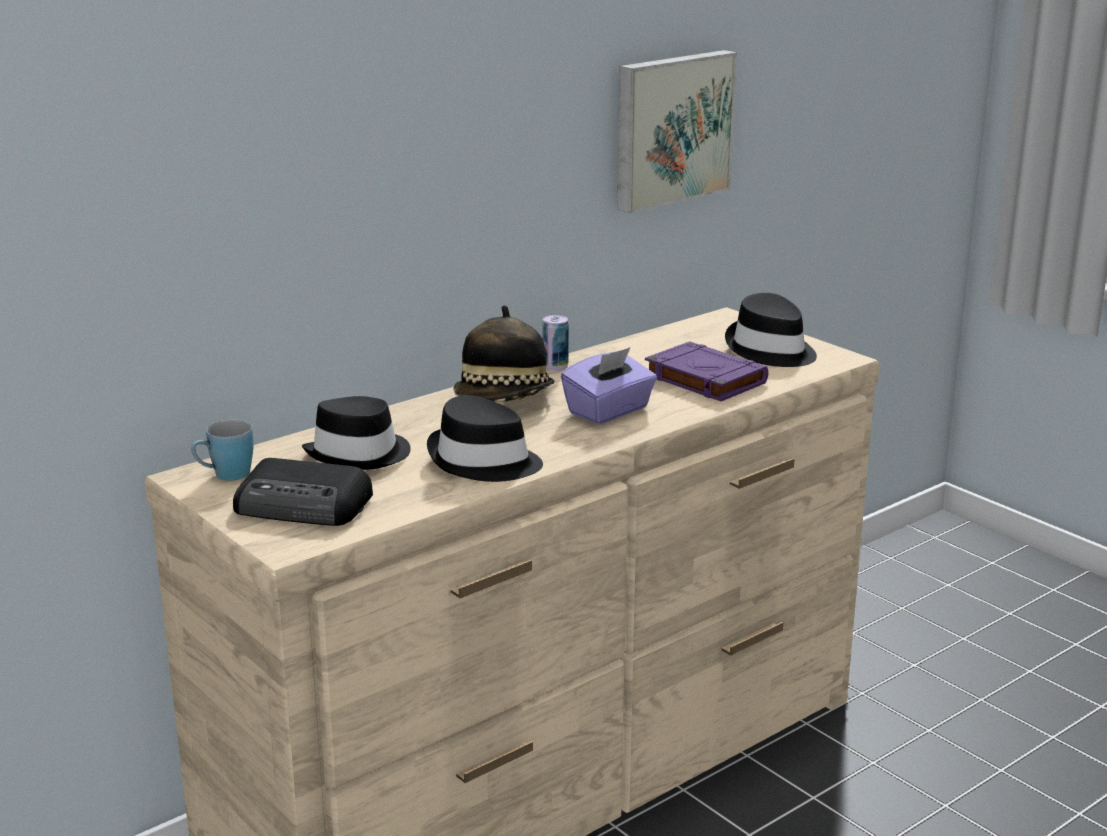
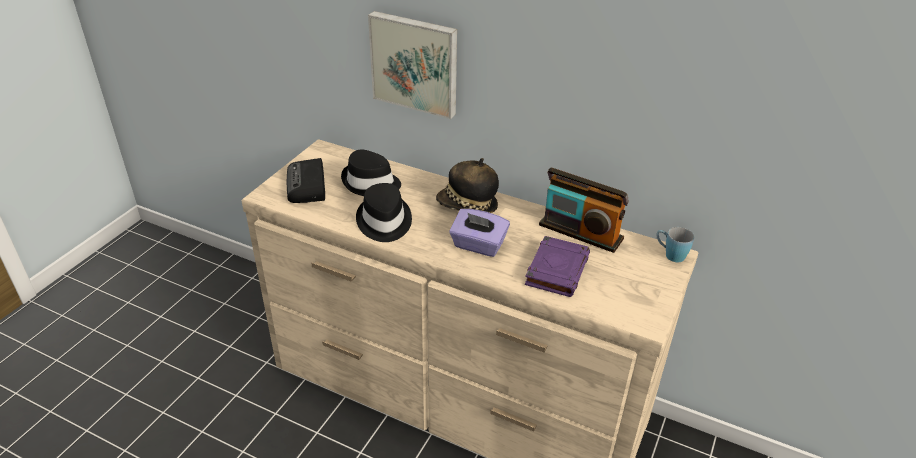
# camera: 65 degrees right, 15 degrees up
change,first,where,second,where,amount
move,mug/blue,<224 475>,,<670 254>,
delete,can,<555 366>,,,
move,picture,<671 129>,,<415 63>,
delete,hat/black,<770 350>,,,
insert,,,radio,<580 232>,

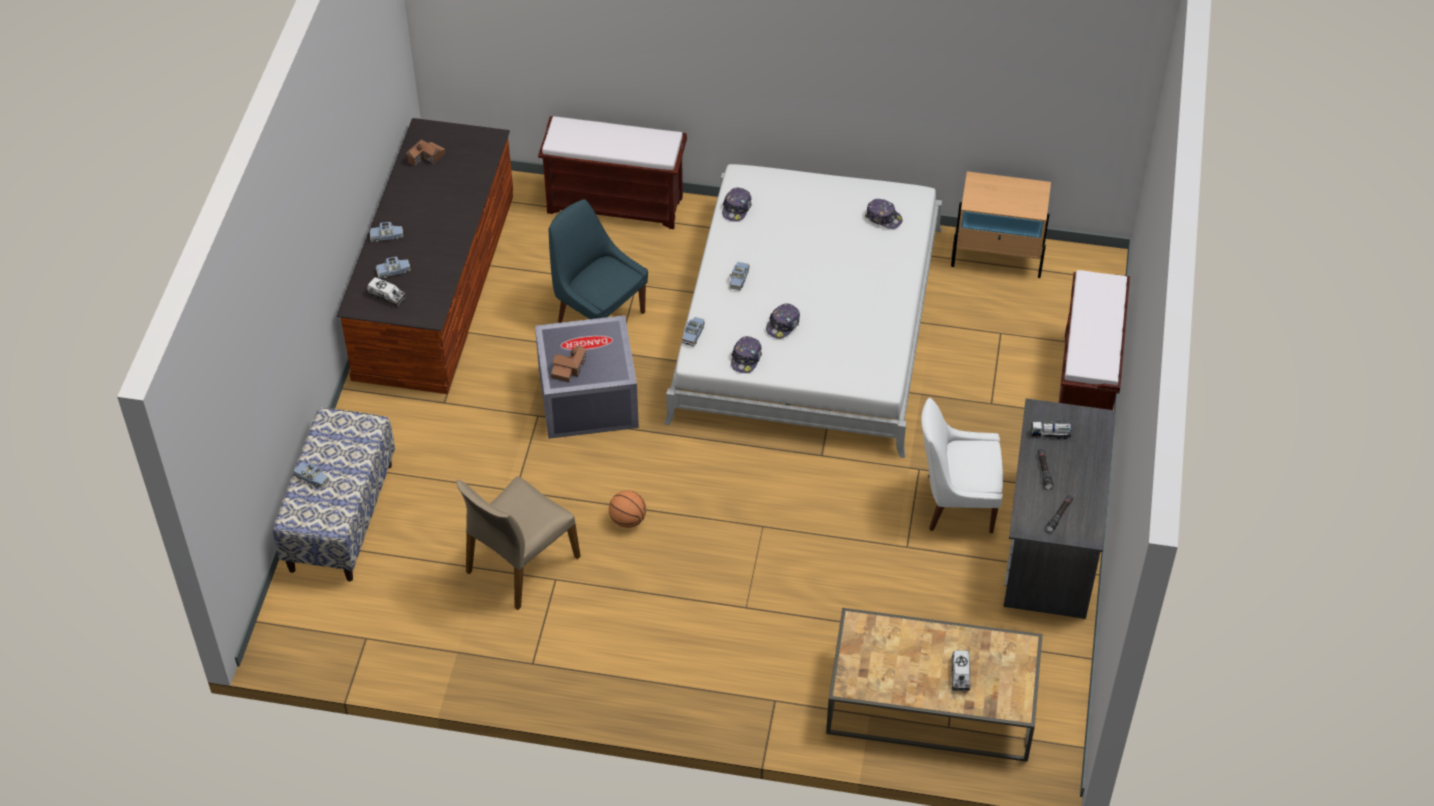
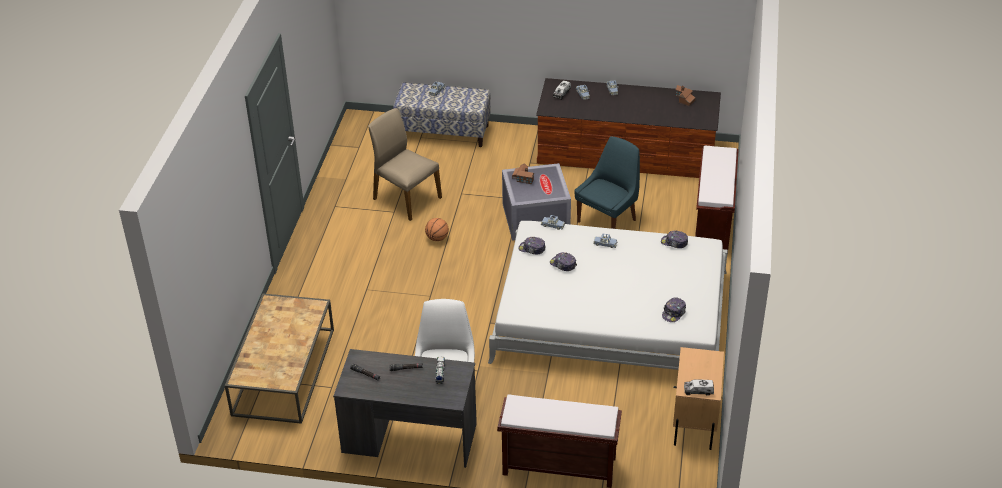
# camera: 90 degrees right, 10 degrees down
change,first,where,second,where,amount
move,toy truck,<960 675>,,<698 391>,

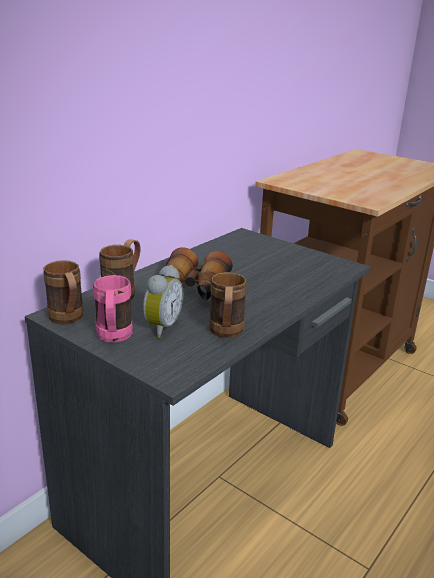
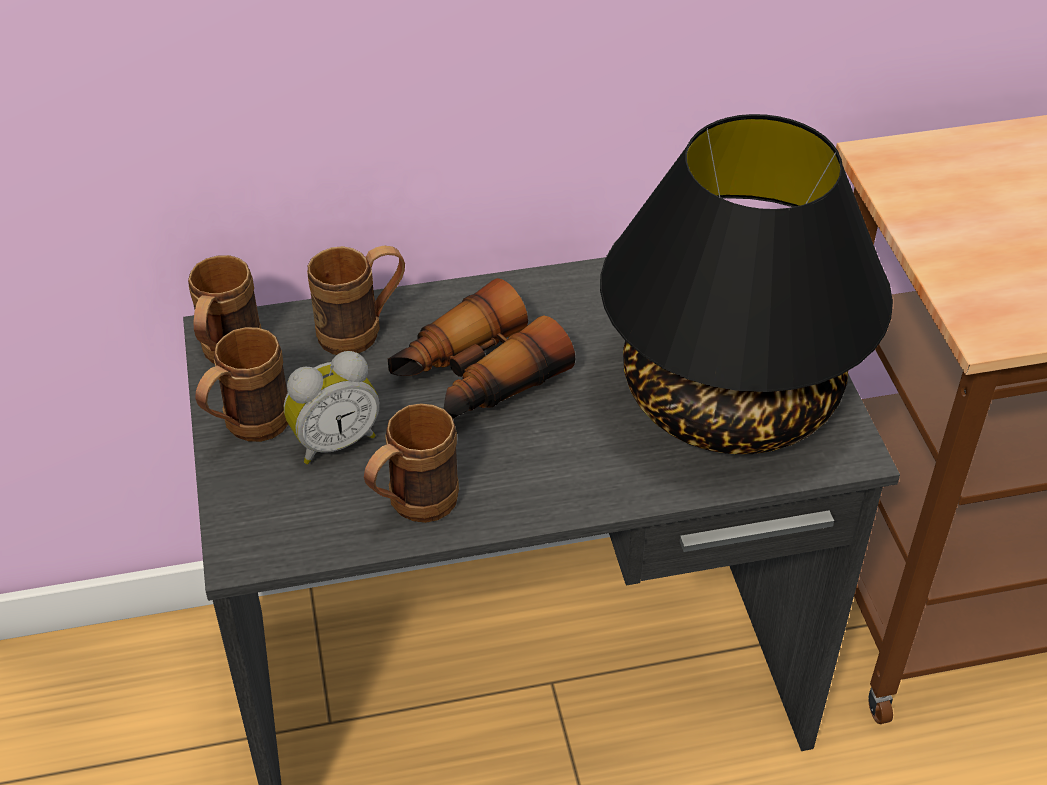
# camera: 40 degrees right, 20 degrees up
change,first,where,second,where,amount
recolor,mug/pink,<113 338>,mug/brown,<247 429>,
insert,,,table lamp/black,<730 399>,

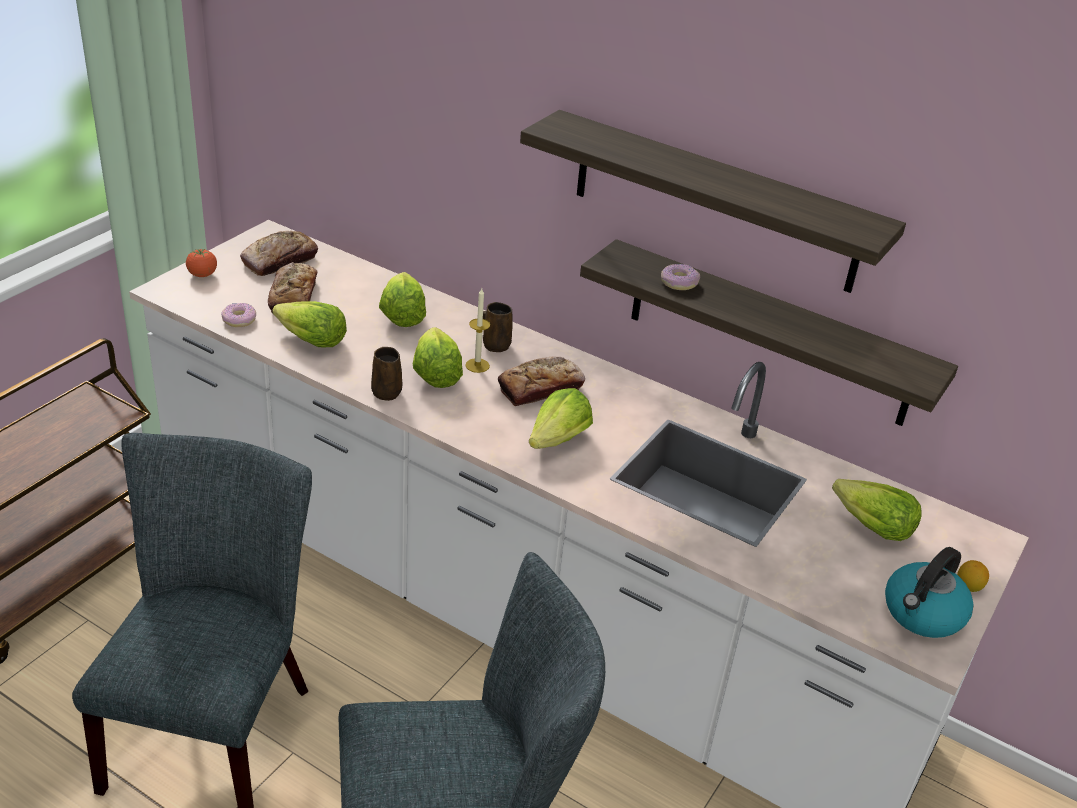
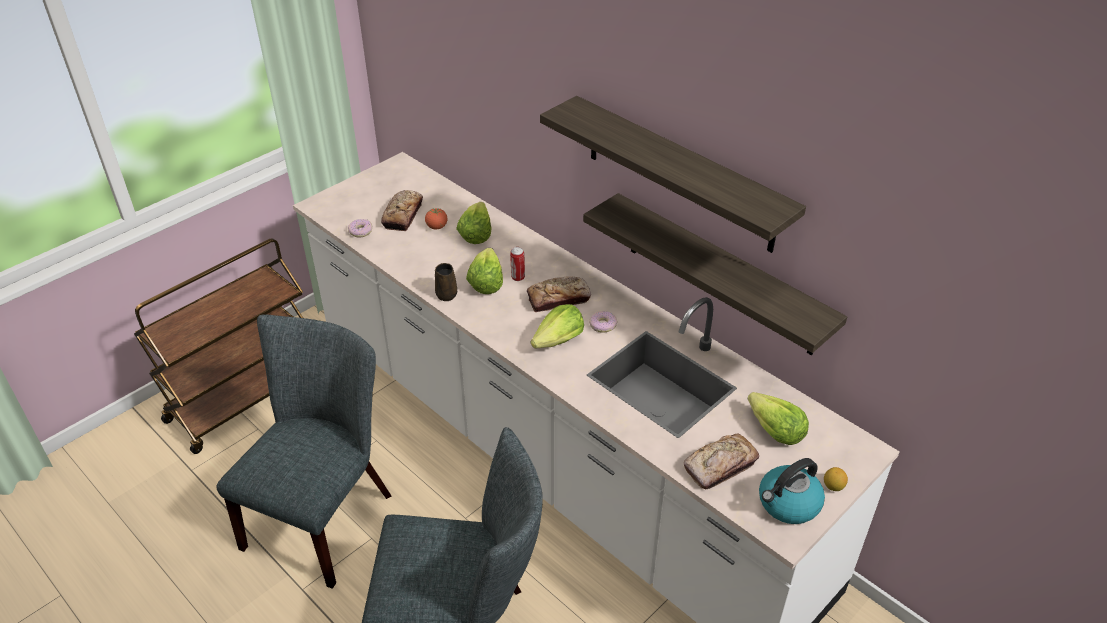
# camera: 15 degrees right, 5 degrees up
change,first,where,second,where,amount
move,tomato,<202 275>,,<437 227>,
move,bread,<280 261>,,<720 466>,
delete,lettuce,<311 340>,,,
replace,candle,<477 365>,can,<518 277>,
delete,mug/brown,<495 345>,,,
move,donut,<678 282>,,<602 325>,

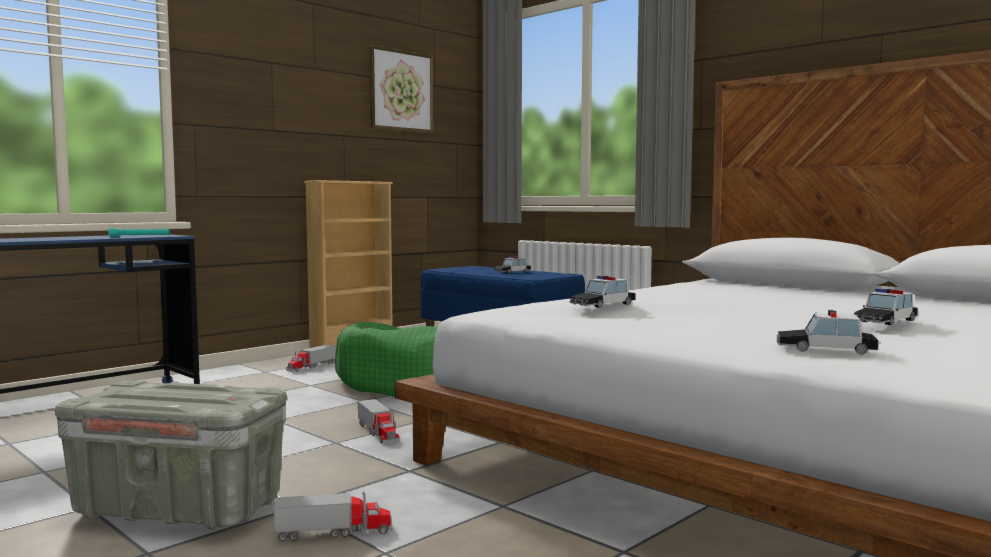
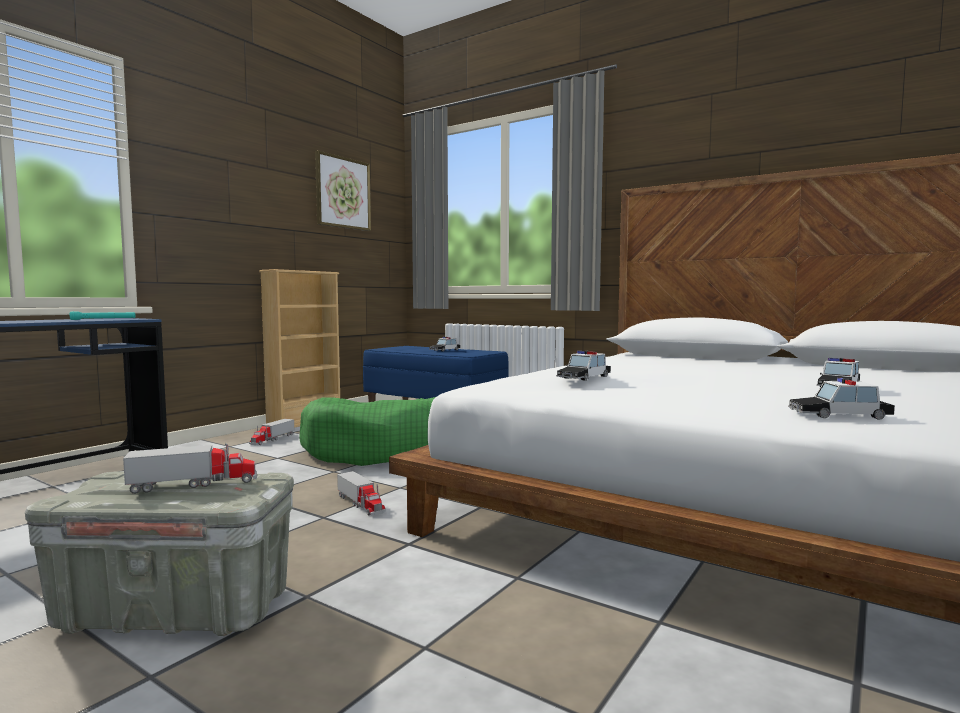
# camera: 10 degrees left, 0 degrees up
change,first,where,second,where,amount
move,toy truck,<334 532>,,<194 484>,

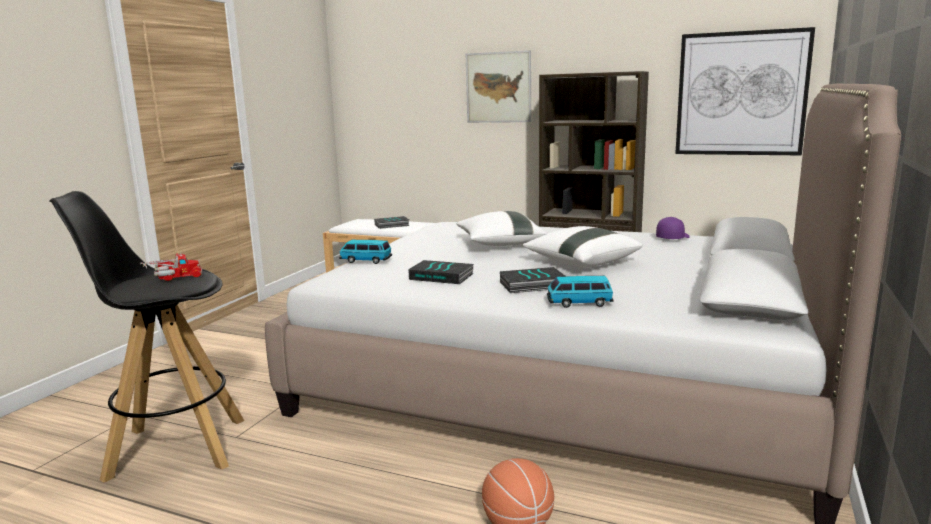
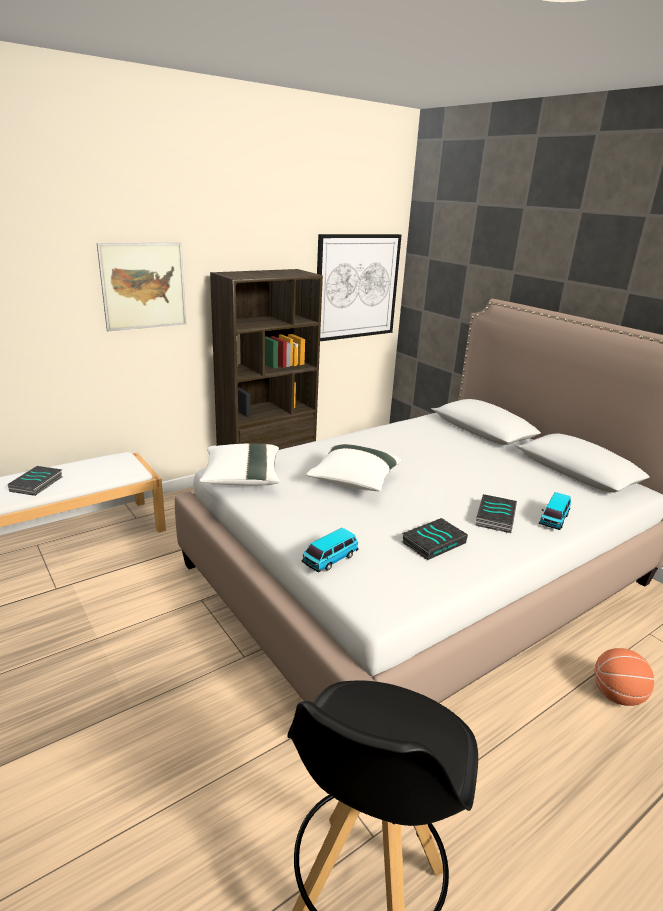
# camera: 60 degrees left, 10 degrees up
change,first,where,second,where,amount
delete,toy truck,<173 277>,,,
move,pillow/white,<581 263>,,<242 478>,
delete,cap/purple,<672 237>,,,

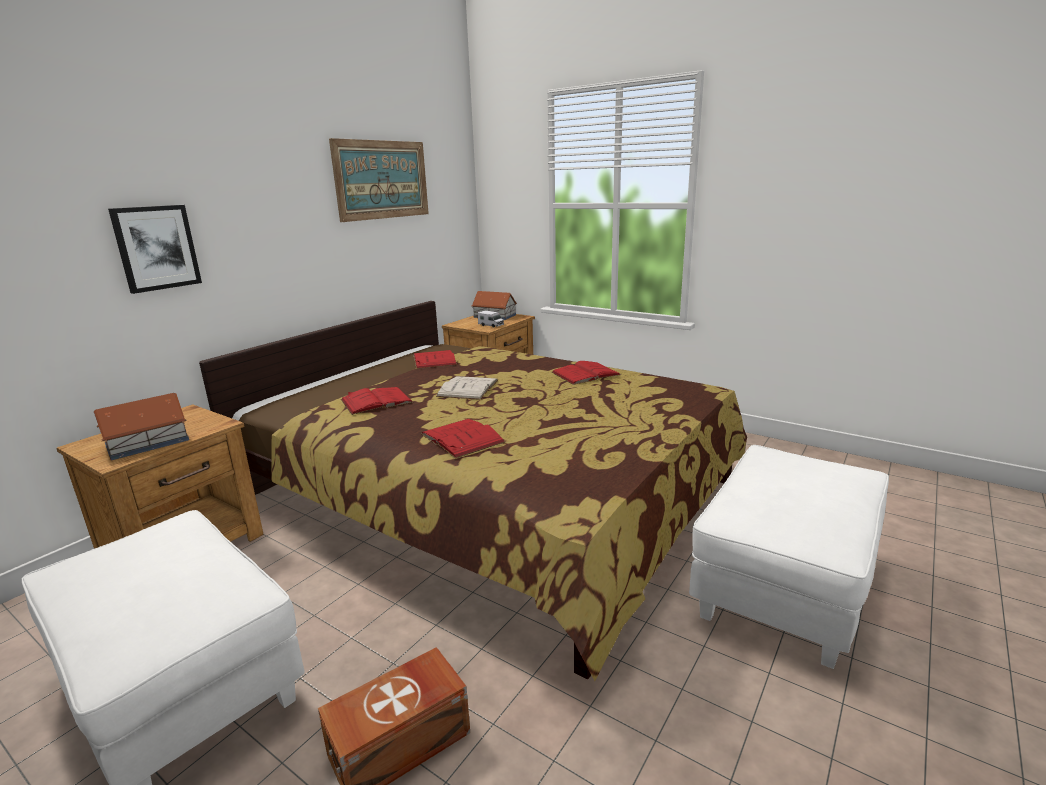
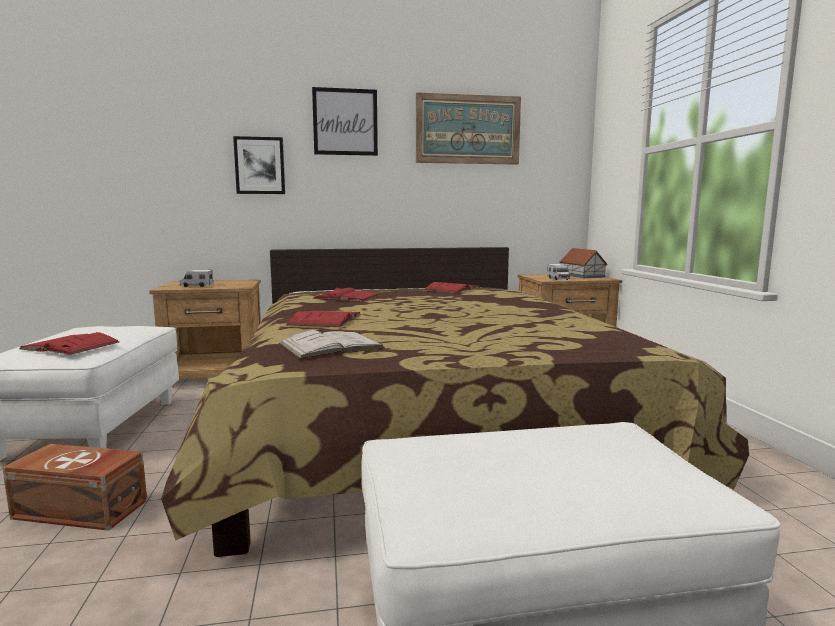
# camera: 45 degrees right, 10 degrees down
change,first,where,second,where,amount
replace,toy house,<148 442>,toy truck,<196 286>,
move,book/white,<468 388>,,<331 346>,
move,book/red,<585 373>,,<70 345>,
insert,,,picture,<345 122>,

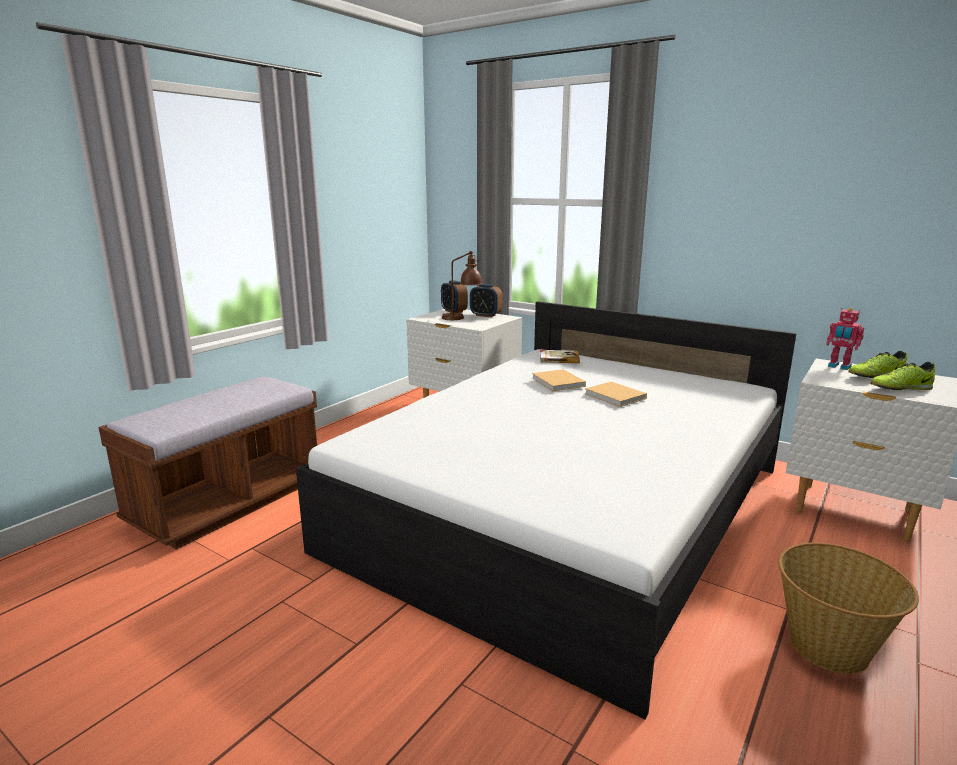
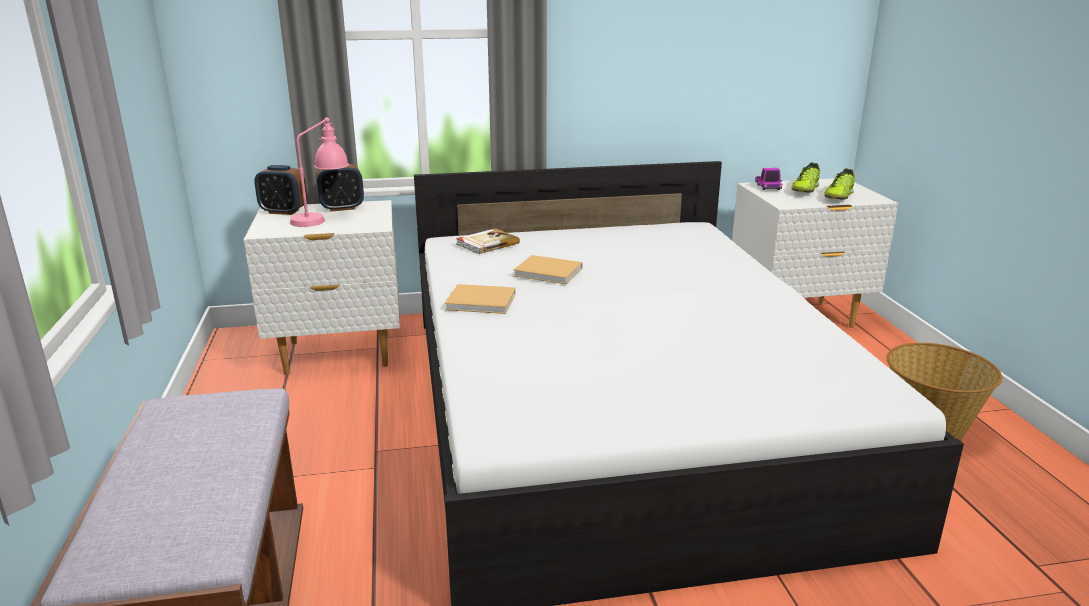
# camera: 45 degrees left, 5 degrees up
change,first,where,second,where,amount
recolor,table lamp/brown,<462 318>,table lamp/pink,<322 219>,
move,book/beige,<616 396>,,<483 302>,
replace,toy robot,<839 366>,toy truck,<768 187>,

